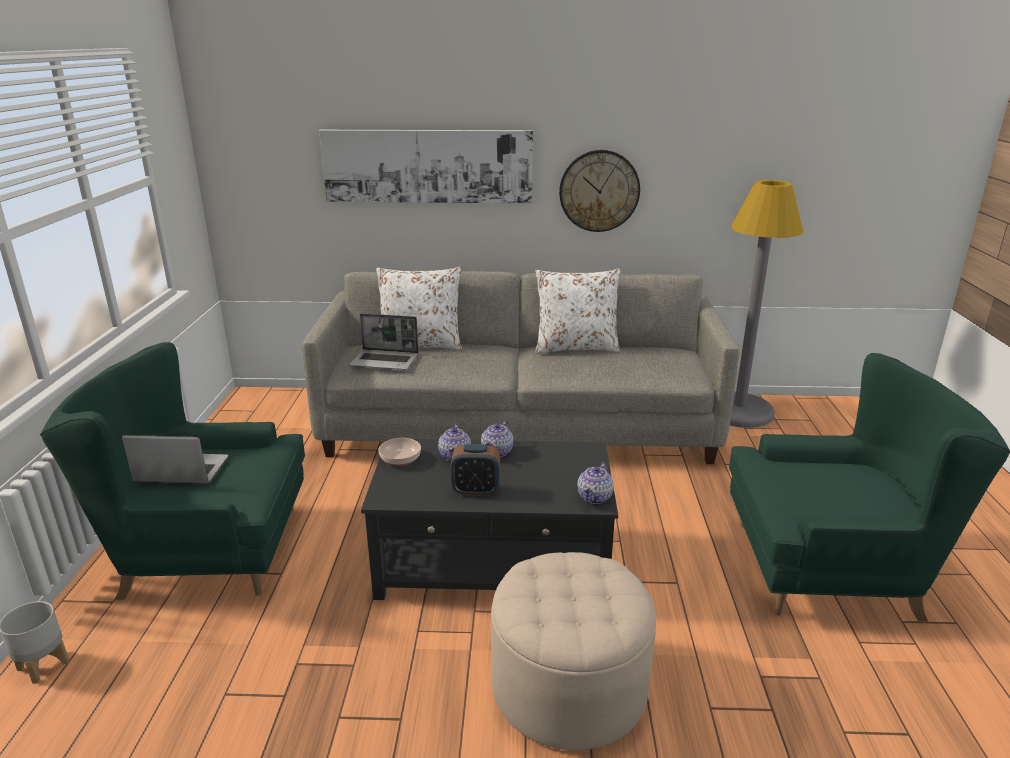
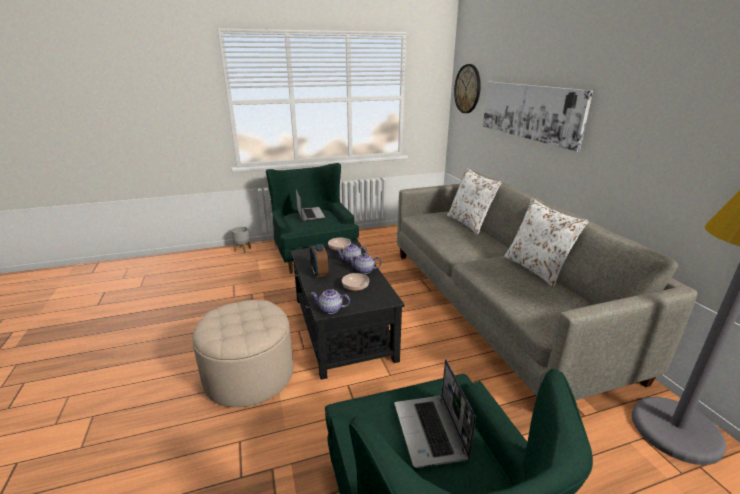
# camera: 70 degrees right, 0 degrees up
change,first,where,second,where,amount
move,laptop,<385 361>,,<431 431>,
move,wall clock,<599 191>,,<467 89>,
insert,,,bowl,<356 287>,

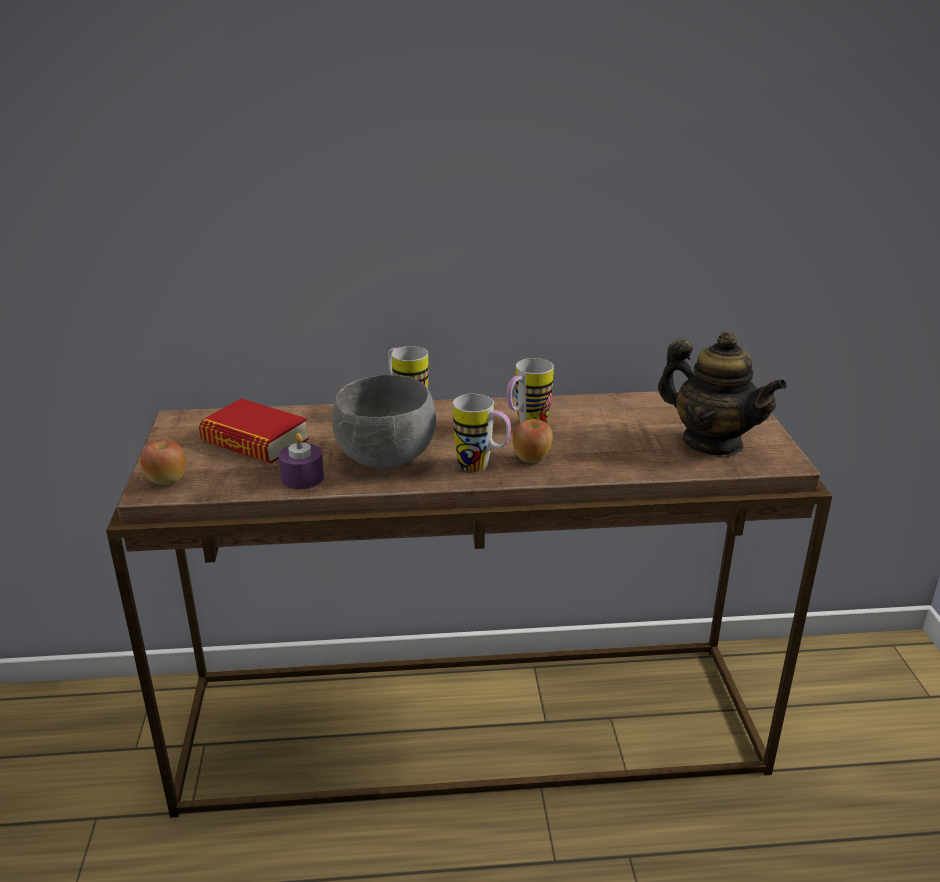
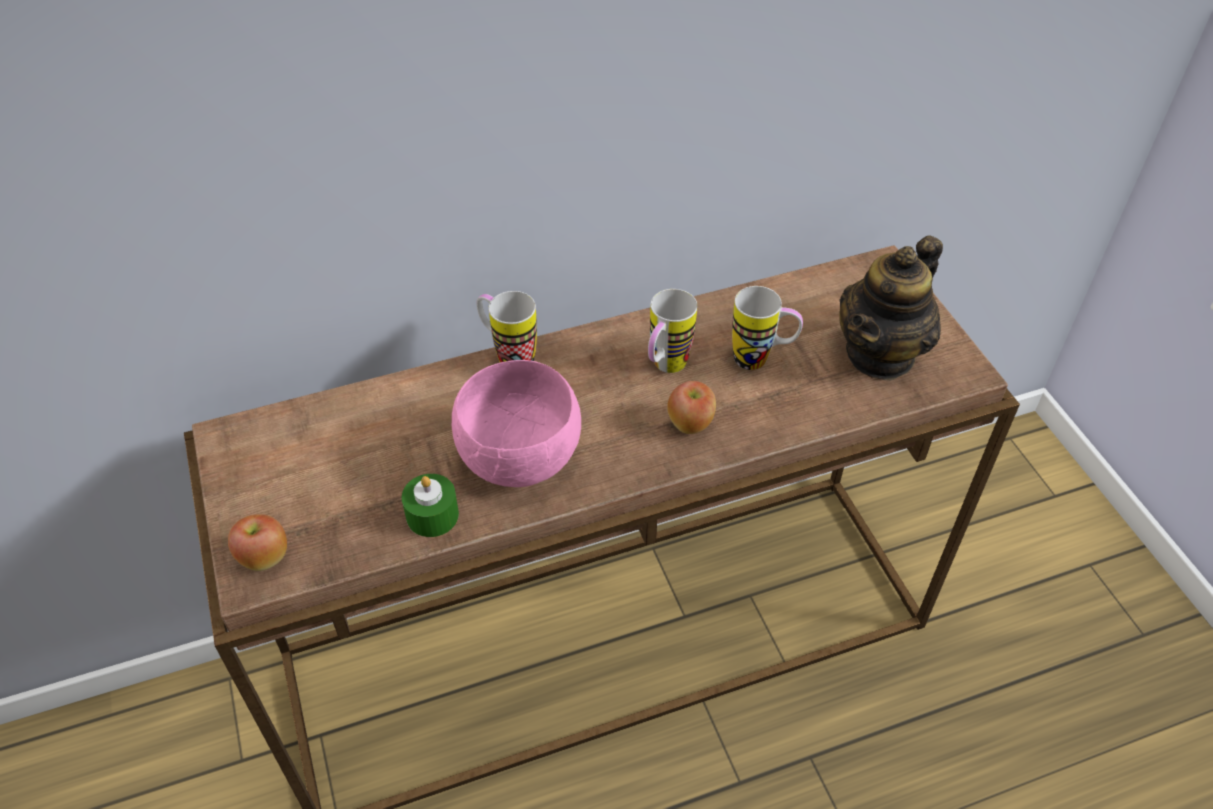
# camera: 15 degrees left, 20 degrees up
change,first,where,second,where,amount
delete,book,<255 441>,,,
recolor,candle/purple,<302 478>,candle/green,<432 515>,
recolor,bowl/grey,<387 460>,bowl/pink,<522 461>,
move,mug,<482 467>,,<761 360>,
rotate,teapot,<712 443>,,<881 354>,105 degrees clockwise

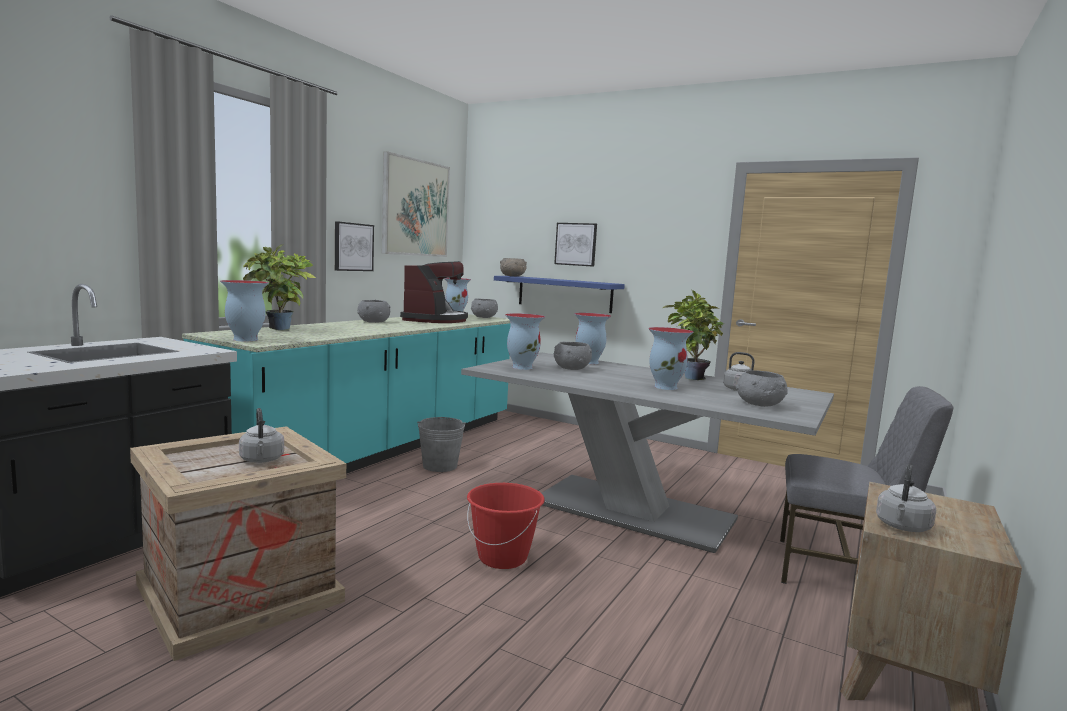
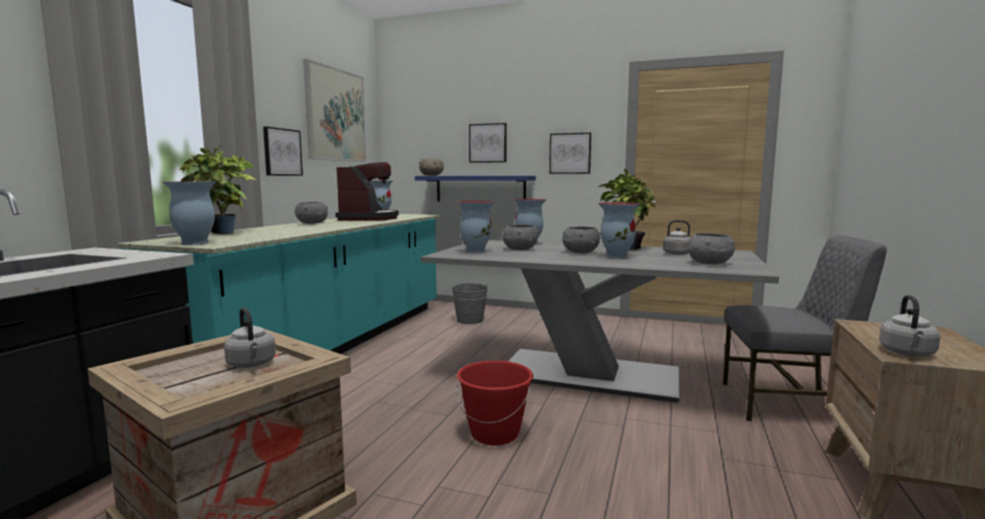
# camera: 10 degrees left, 0 degrees up
change,first,where,second,where,amount
move,bucket/grey,<440 466>,,<470 320>,
move,bowl/grey,<483 317>,,<580 252>,
insert,,,picture,<570 153>,

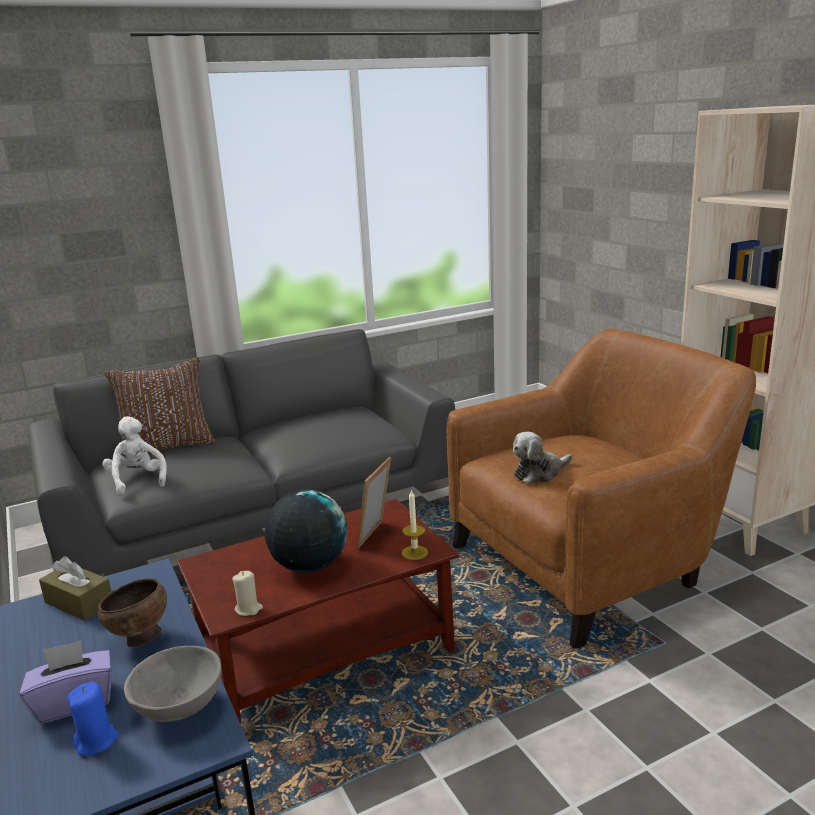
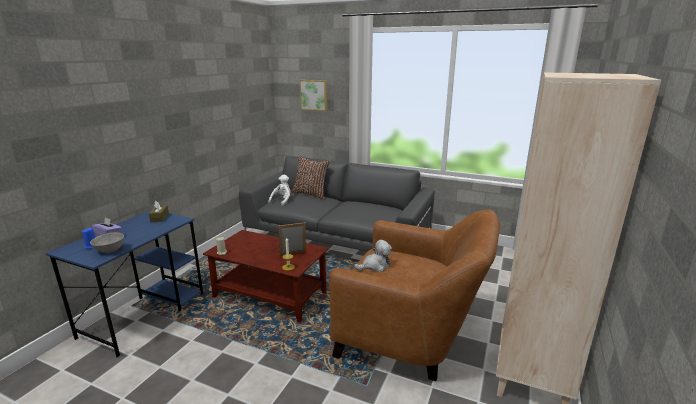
# camera: 50 degrees right, 0 degrees up
change,first,where,second,where,amount
delete,bowl/brown,<140 639>,,,
delete,globe,<309 566>,,,
rotate,plush toy,<539 473>,,<375 266>,135 degrees clockwise
insert,,,picture,<314 95>,

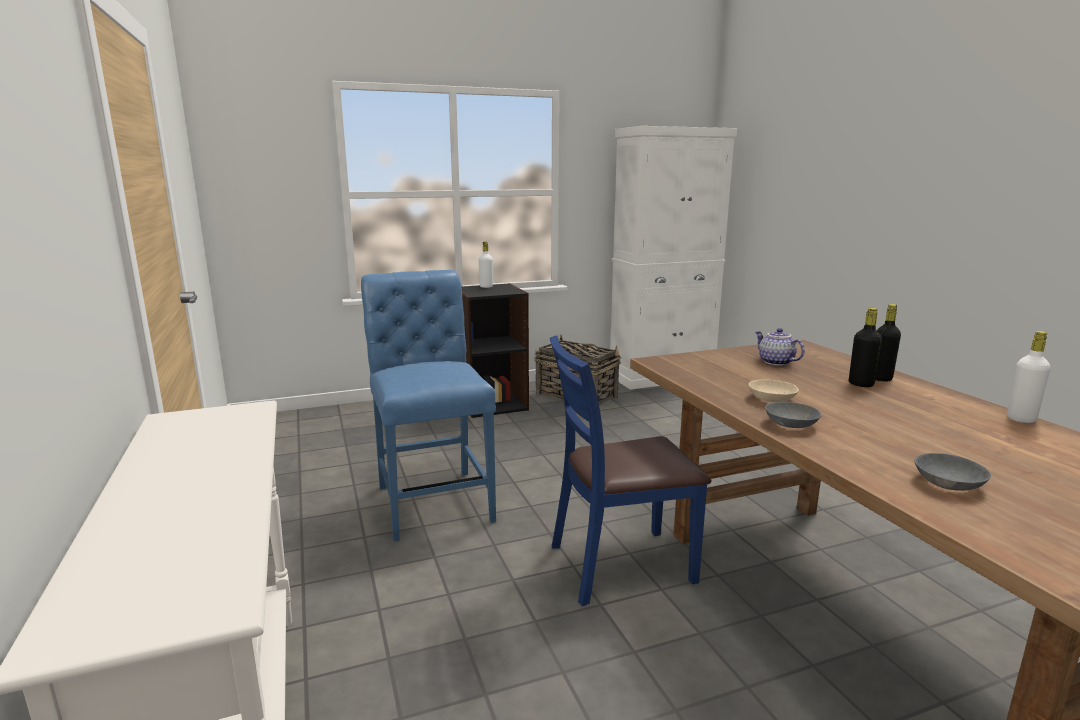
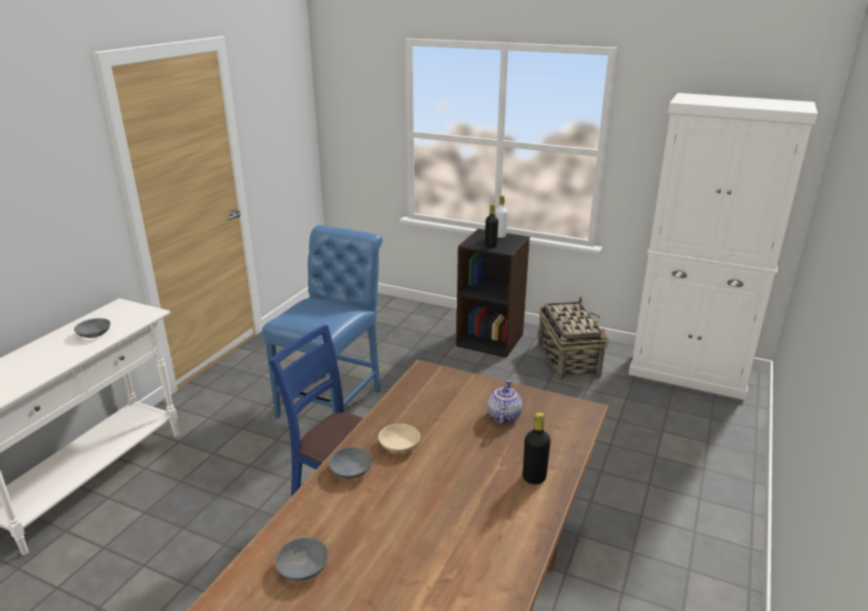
# camera: 45 degrees right, 10 degrees up
change,first,where,second,where,amount
move,bottle/black,<861 384>,,<490 246>,
delete,bottle/white,<1021 419>,,,
insert,,,bowl/grey,<93 334>,

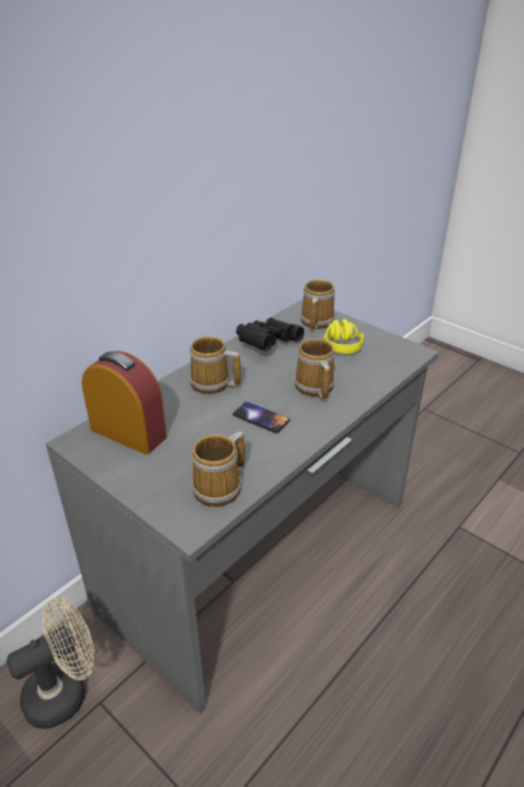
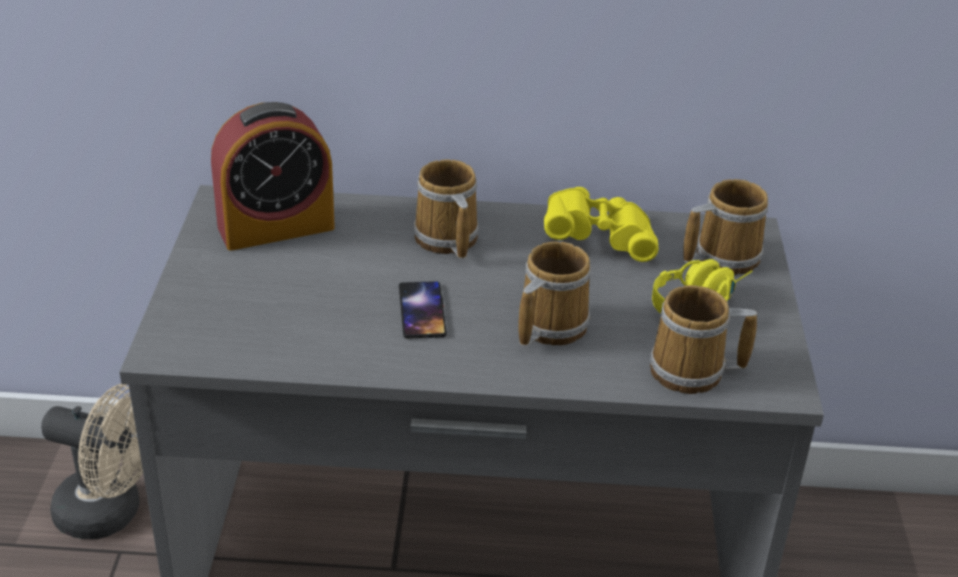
# camera: 50 degrees right, 0 degrees up
change,first,where,second,where,amount
rotate,alarm clock,<128 433>,,<276 227>,75 degrees clockwise
move,mug,<221 488>,,<692 372>,
recolor,binoculars/black,<267 344>,binoculars/yellow,<598 240>,

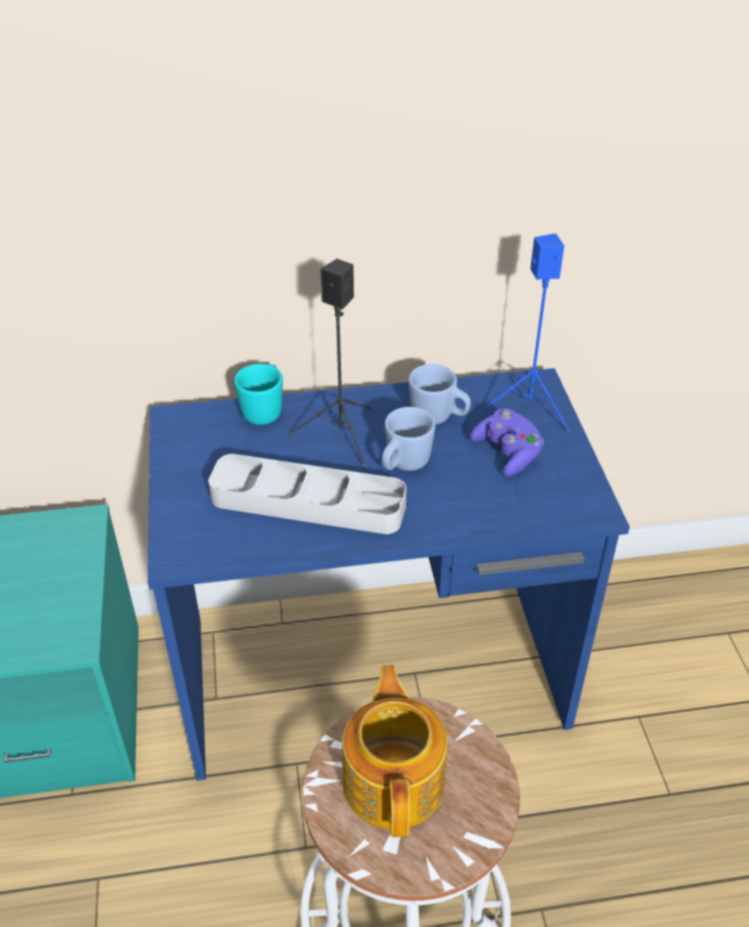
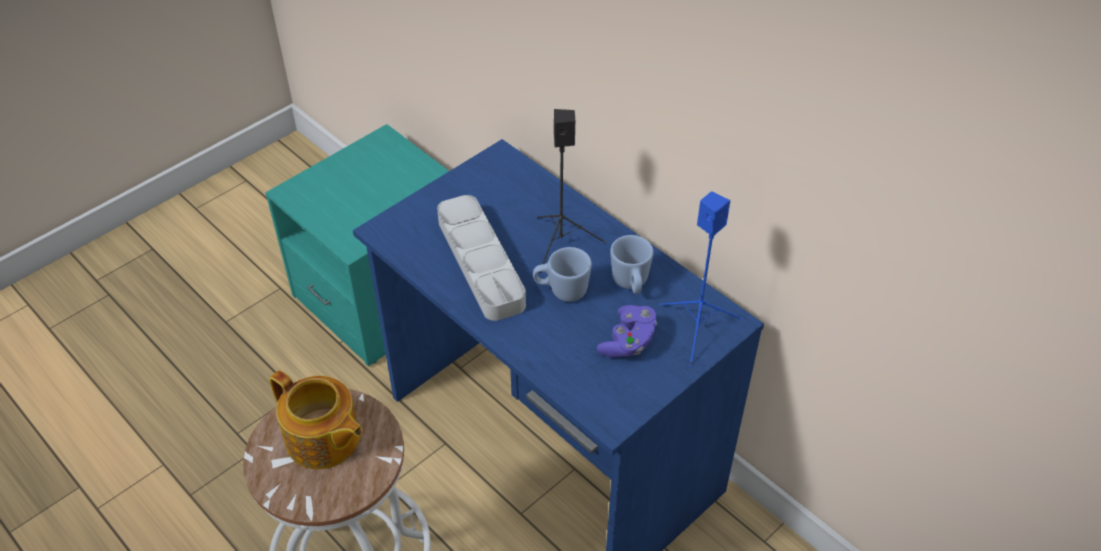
# camera: 55 degrees right, 5 degrees up
change,first,where,second,where,amount
delete,mug/turquoise,<264 410>,,,
rotate,teapot,<394 780>,,<323 440>,75 degrees clockwise

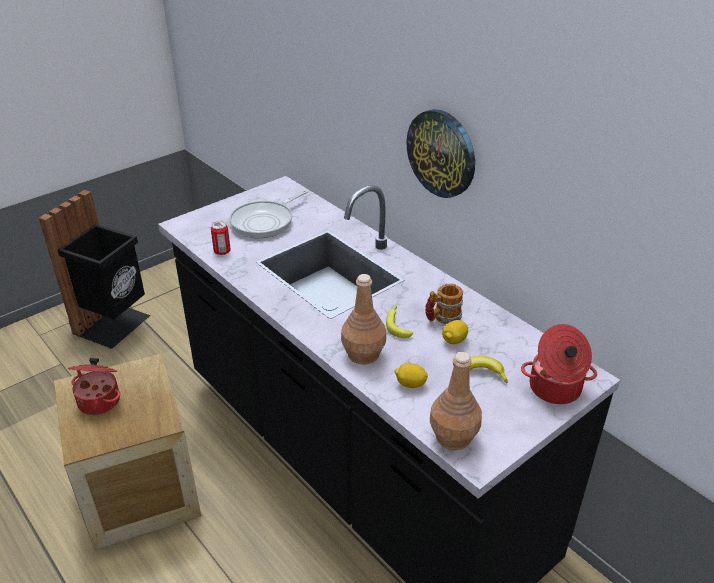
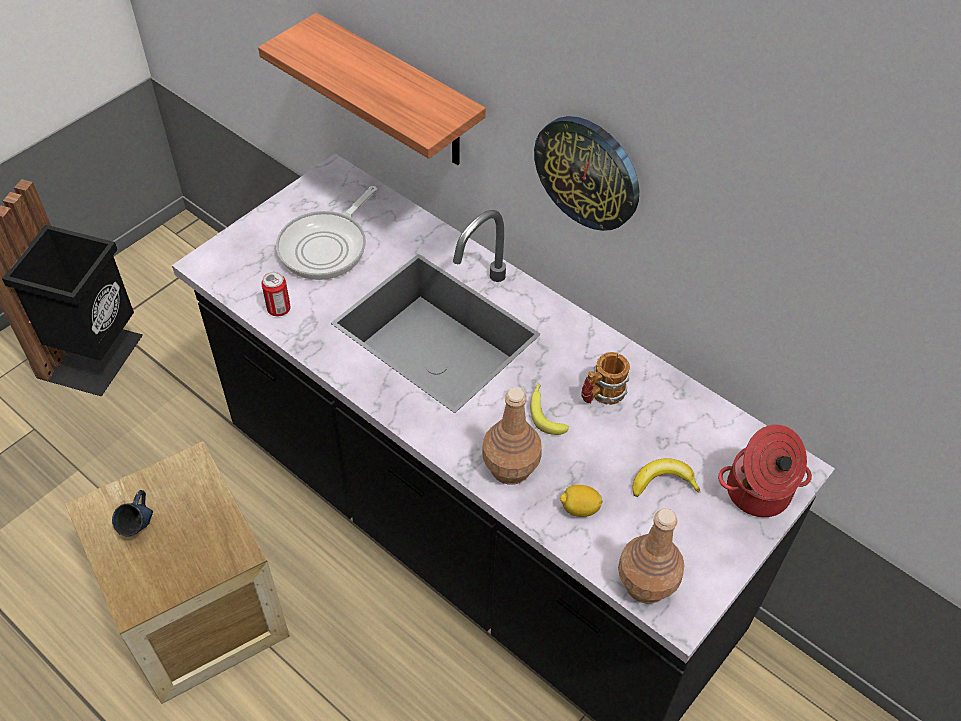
# camera: 10 degrees left, 15 degrees up
change,first,where,second,where,amount
replace,cooking pot,<100 400>,mug/blue,<140 528>,
delete,lemon,<454 340>,,,
insert,,,shelf,<399 94>,

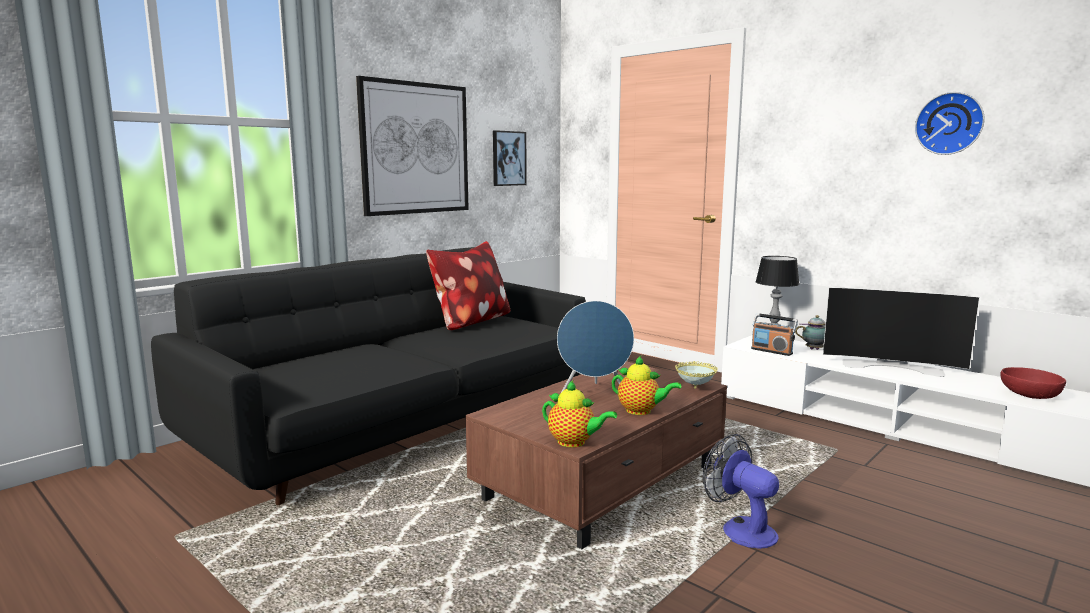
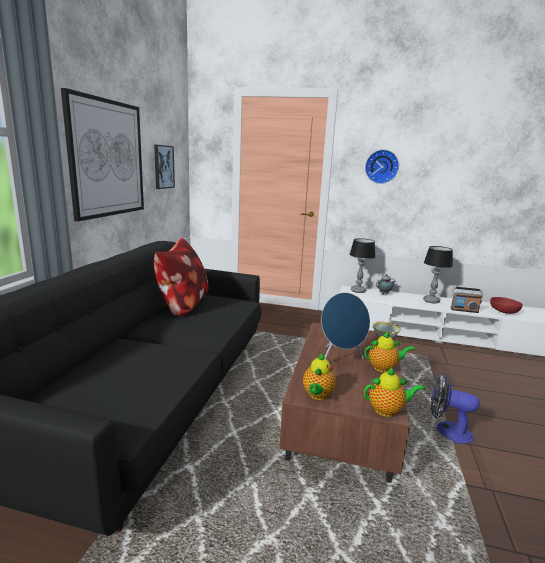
# camera: 30 degrees left, 5 degrees up
change,first,where,second,where,amount
move,radio,<772 351>,,<464 310>,
replace,television,<892 366>,table lamp,<431 301>,
move,wall clock,<949 123>,,<381 166>,
insert,,,teapot,<317 395>,

